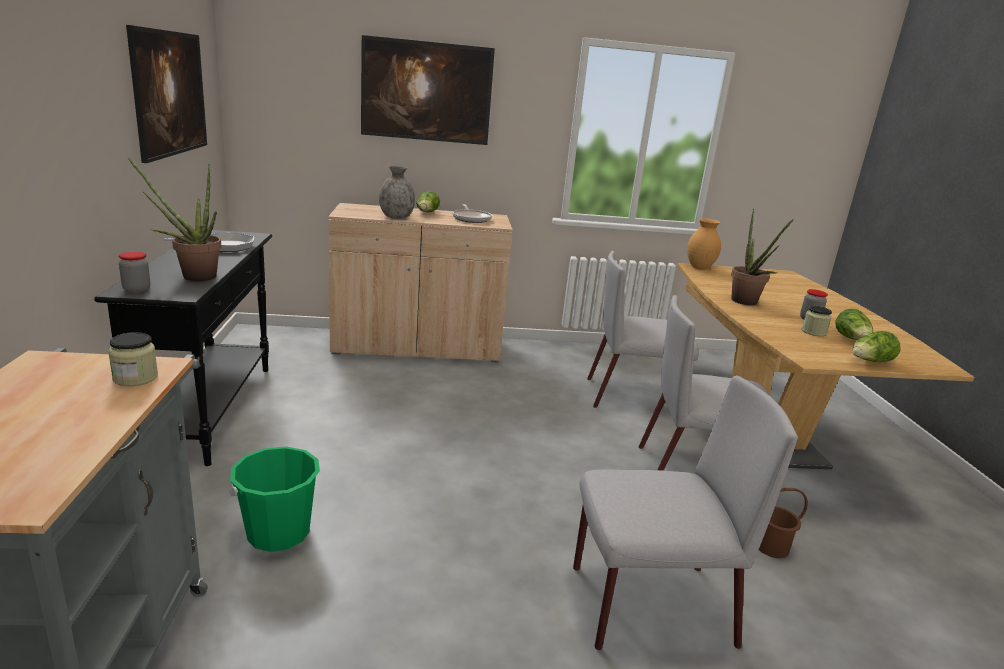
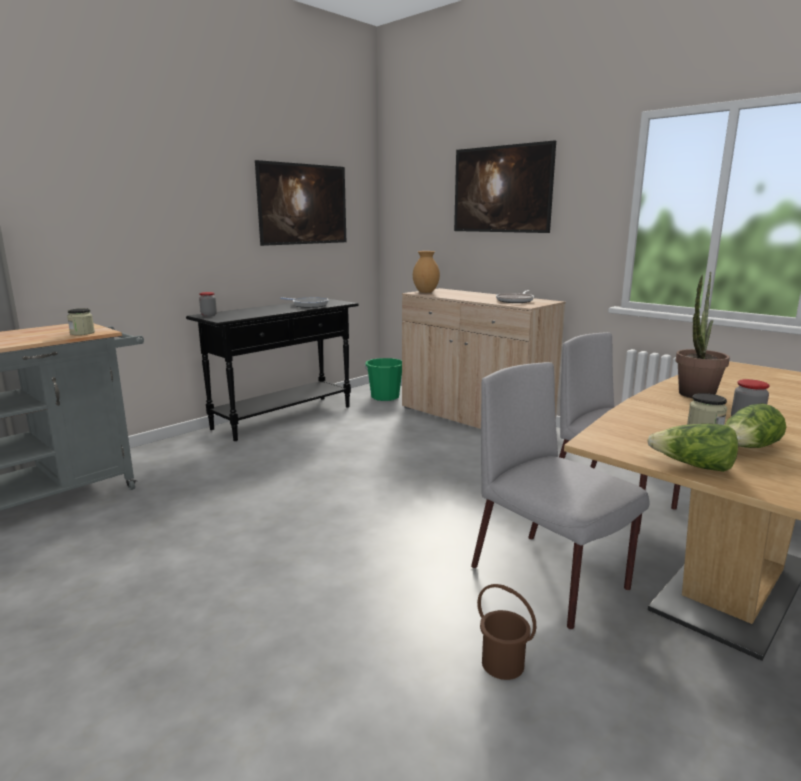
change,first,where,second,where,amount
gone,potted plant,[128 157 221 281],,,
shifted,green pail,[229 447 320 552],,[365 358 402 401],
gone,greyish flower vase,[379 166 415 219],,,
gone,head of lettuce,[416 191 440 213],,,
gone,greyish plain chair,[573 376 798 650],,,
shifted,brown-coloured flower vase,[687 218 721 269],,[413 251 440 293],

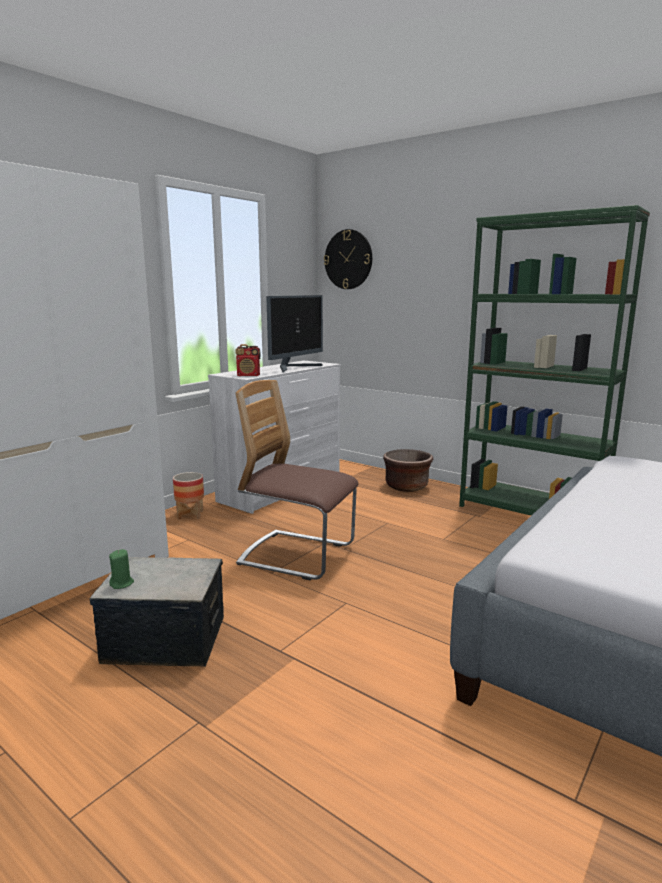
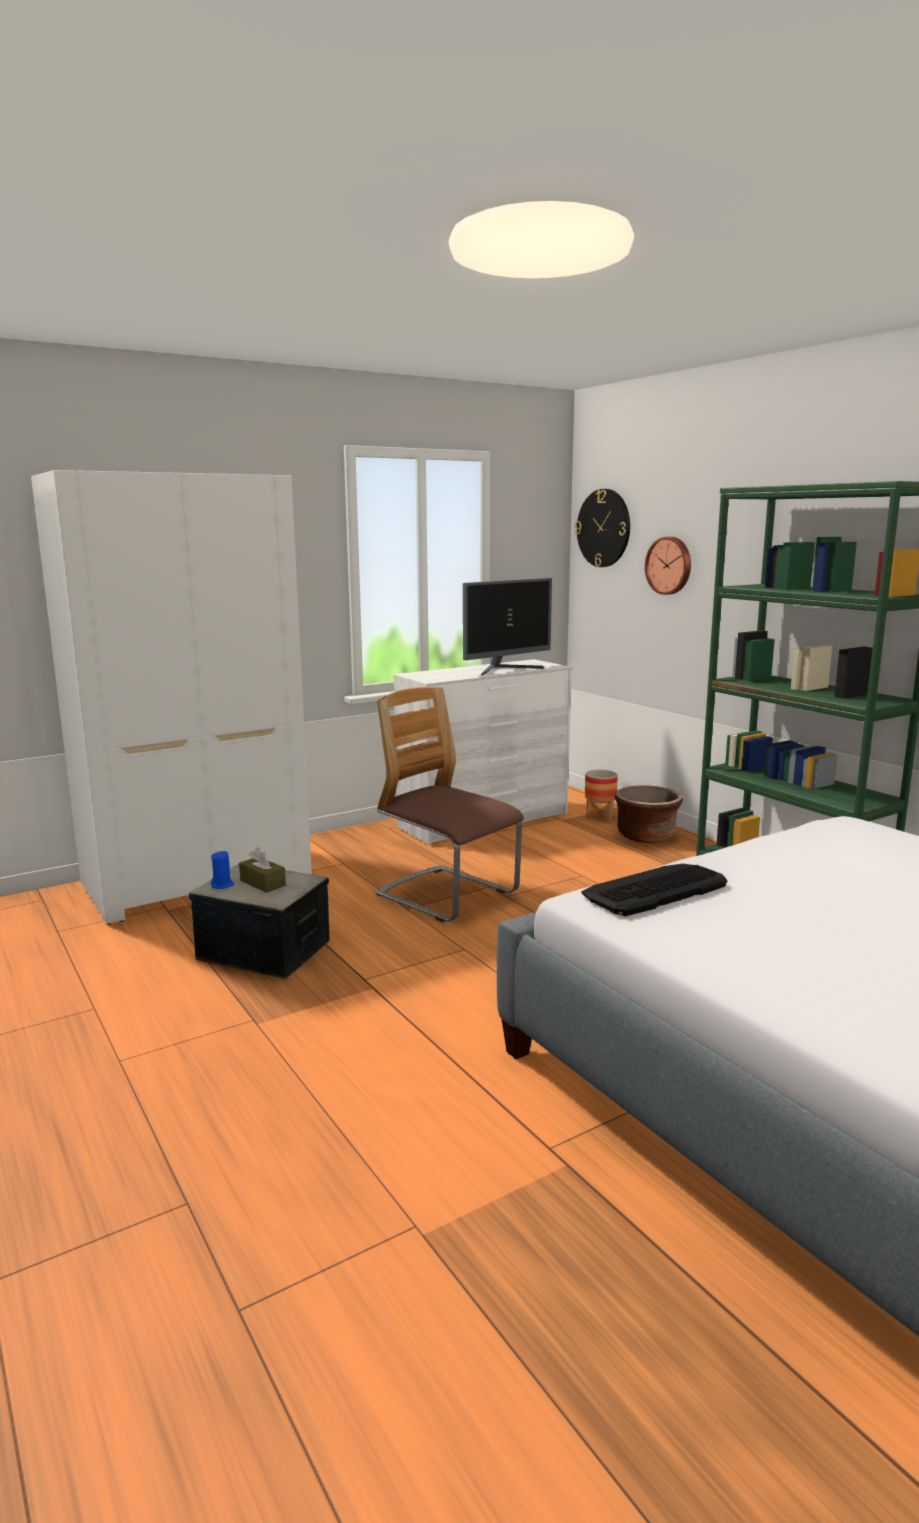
change,first,where,second,where,amount
repainted,green wax light,[109 549 134 589],blue wax light,[211 851 234 889],
shifted,flower pot,[173 472 204 520],,[585 770 618 821],
gone,radio receiver,[235 344 261 376],,,
new,,,brown-coloured tissue box,[239 847 286 893],
new,,,PC keyboard,[581 864 727 916],
new,,,hanging clock,[645 537 691 595],

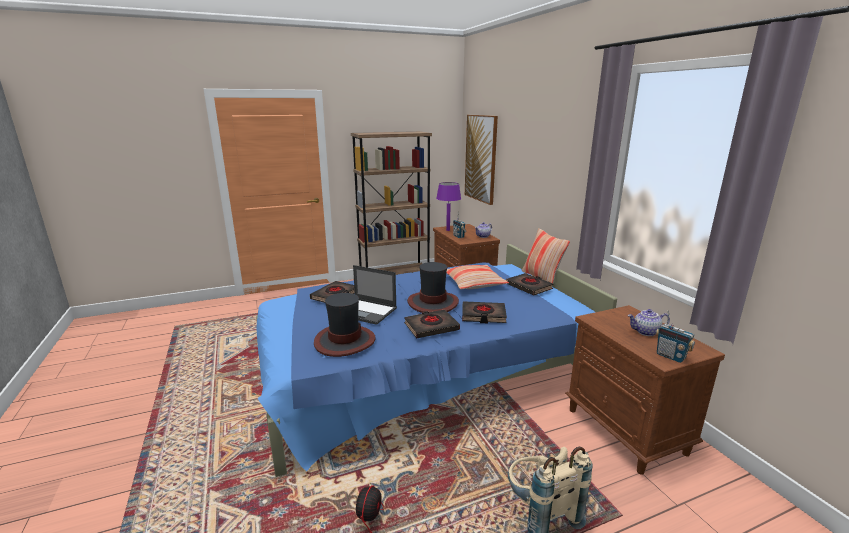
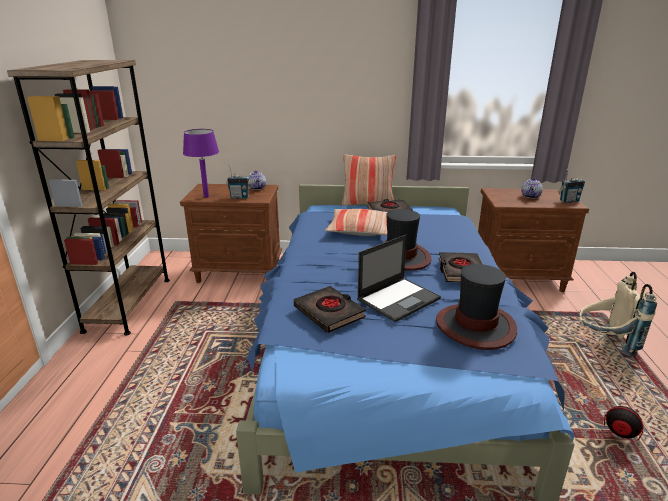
change,first,where,second,where,amount
gone,black-coloured book,[462 301 507 323],,,
gone,wall picture,[465 115 498 205],,,

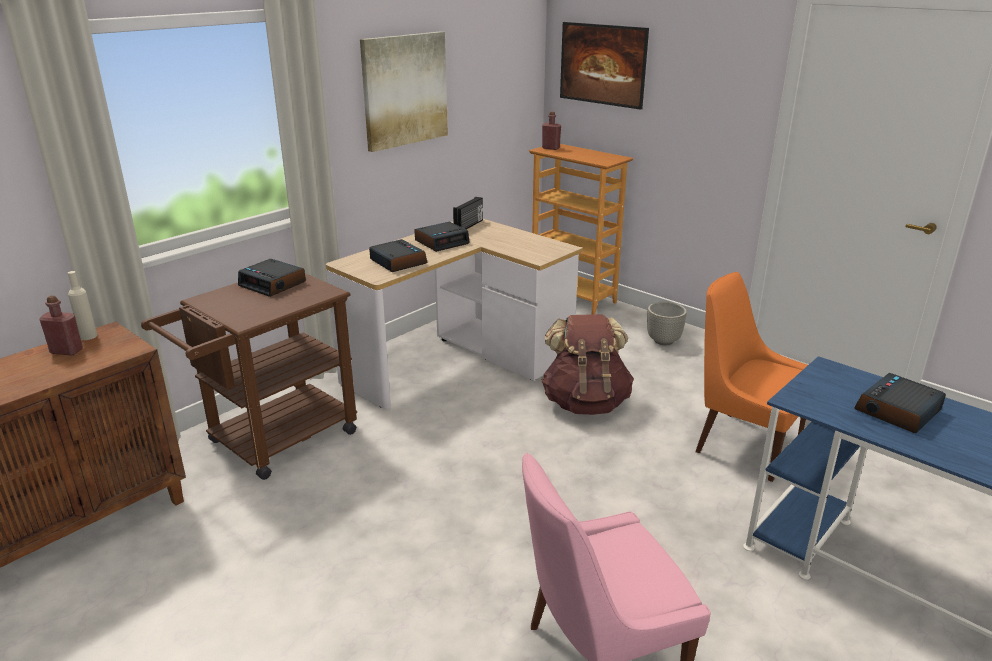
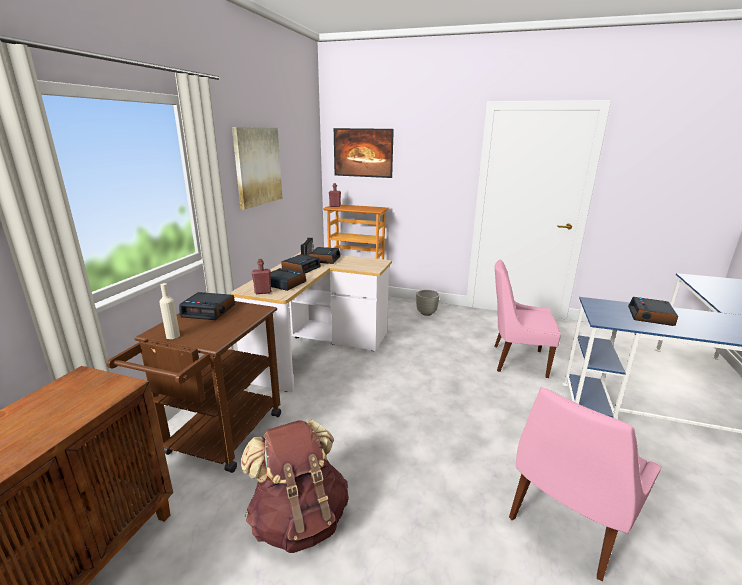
change,first,where,second,where,amount
shifted,red drink bottle,[39 295 83 355],,[252 259 271 294],
shifted,beige-coloured drink bottle,[68 271 97 340],,[159 283 180 339],
shifted,brown-coloured backpack,[541 314 634 415],,[241 420 349 553],
repainted,orange-coloured plain chair,[696 272 808 482],pink-coloured plain chair,[494 259 561 378],
new,,,table clock,[309 247 341 264],

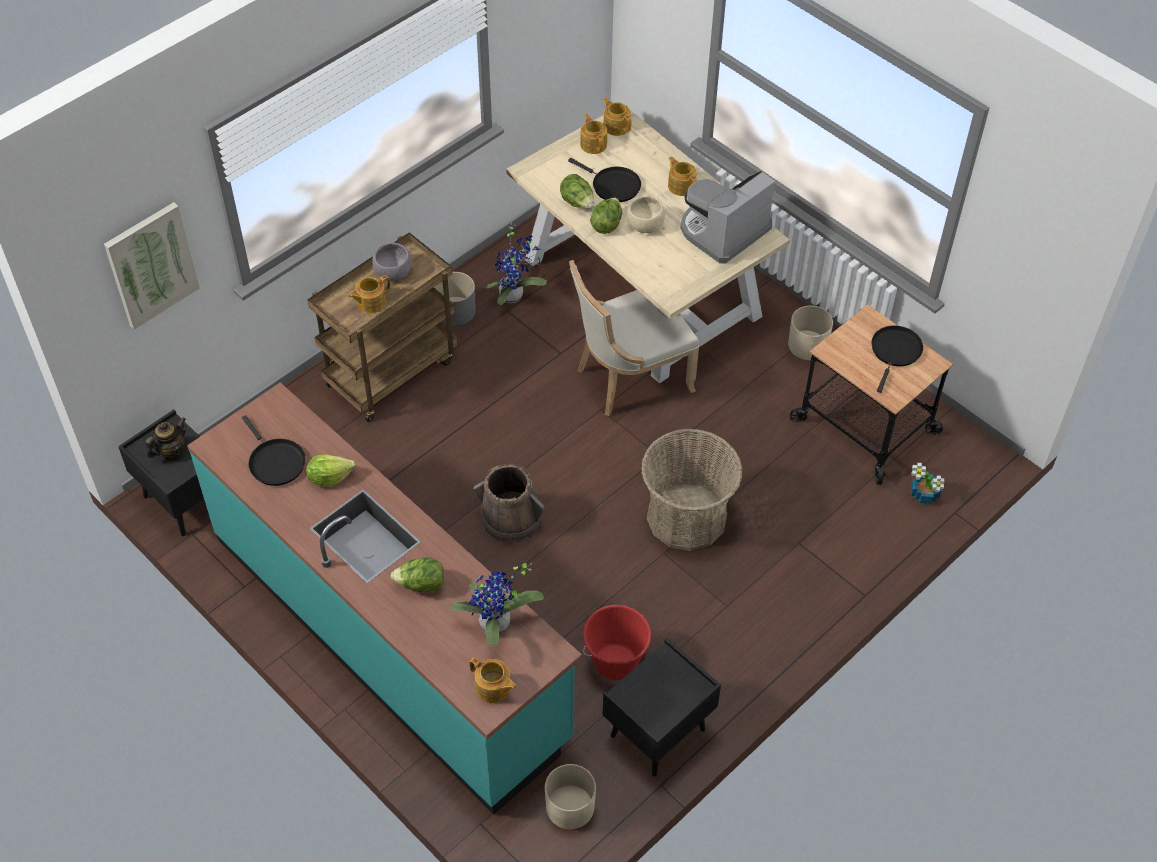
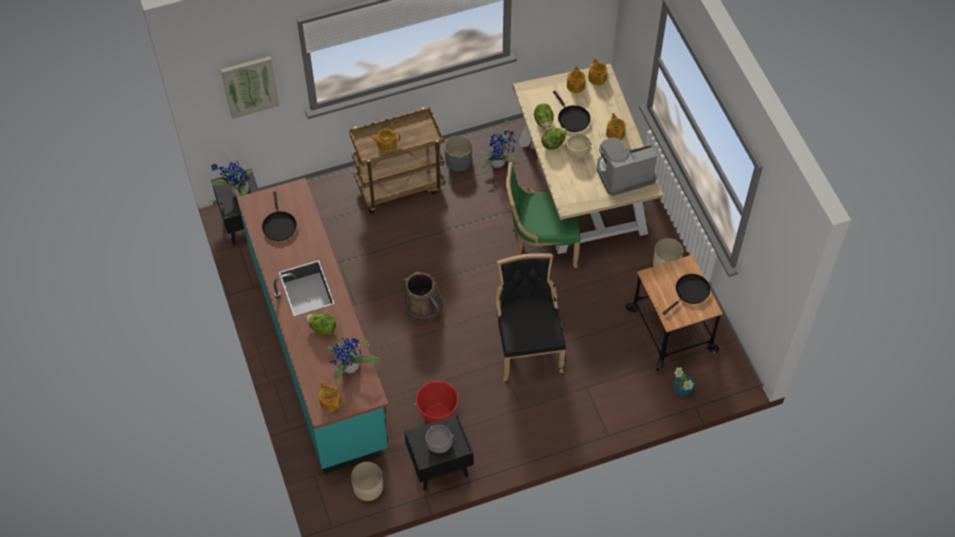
change,first,where,second,where,amount
swapped,pot for tea,[145 418 186 460],potted plant,[211 158 252 197],
gone,head of lettuce,[306 454 356 487],,,
shifted,greyish deep dish,[372 243 412 281],,[425 425 453 453],
repainted,beige-coloured plain chair,[569 260 699 416],green plain chair,[506 162 580 268],
swapped,household basket,[641 429 743 551],black-coloured plain chair,[496 253 566 381],

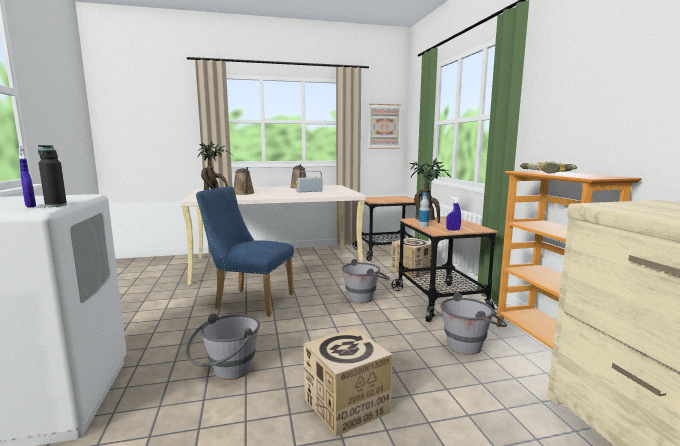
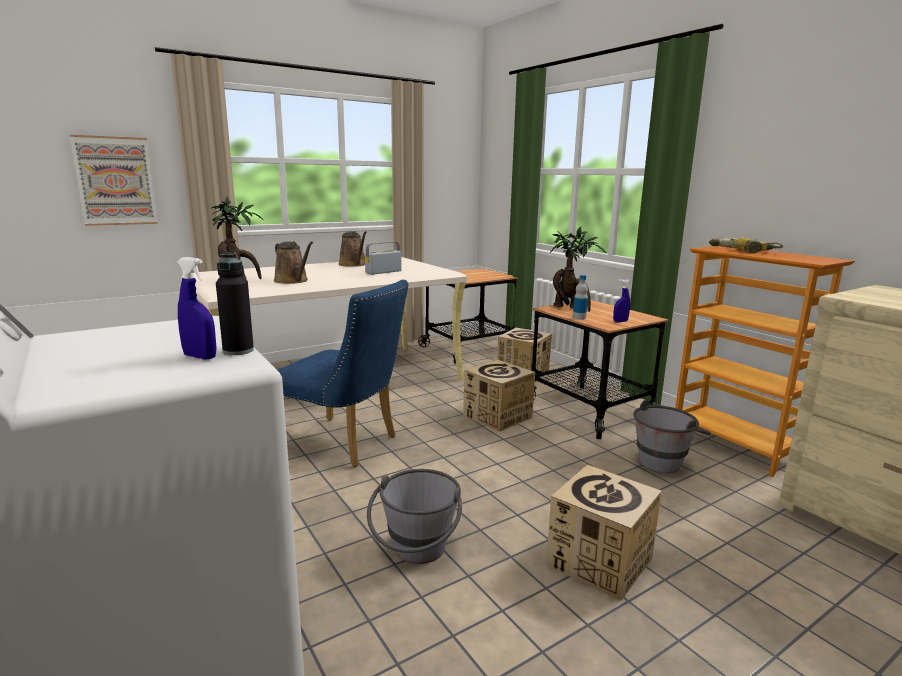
change,first,where,second,where,amount
rotated,blue plain chair,[196 186 294 317],,[278 280 409 467],150 degrees counterclockwise
swapped,greyish pail,[342 259 390 303],cardboard box,[463 360 535 432],
shifted,wall picture,[368 104 401 149],,[70 135 158 226],

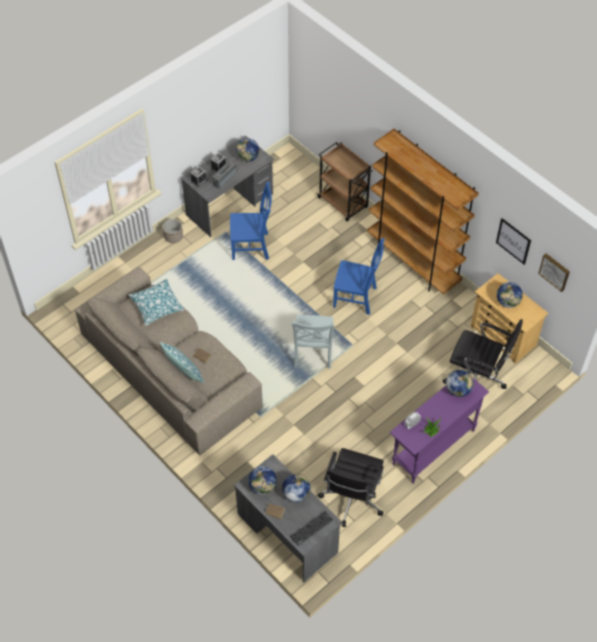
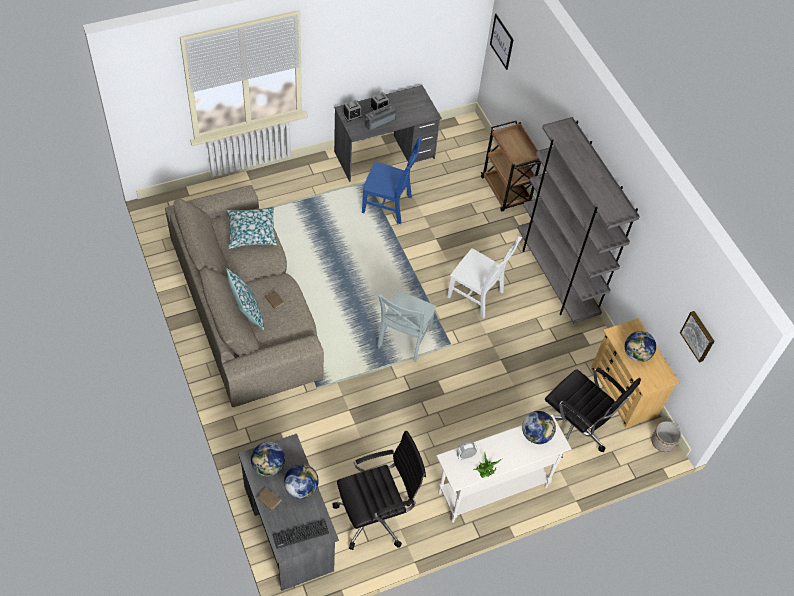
change,first,where,second,where,amount
shifted,flower pot,[163 219 183 243],,[651 421 681 452],
gone,world globe,[236 138 259 162],,,
rotated,black-coloured desk chair,[318 448 384 527],,[333 431 426 550],150 degrees counterclockwise
repainted,blue plain chair,[333 238 385 315],white plain chair,[447 236 522 319],
repainted,brown-coloured shelving unit,[367 129 479 295],greyish shelving unit,[517 117 640 323],
repainted,purple-coloured console table,[389 377 489 484],white console table,[436 414 572 523],
shifted,wall picture,[496 218 531 265],,[490 14 514 70],

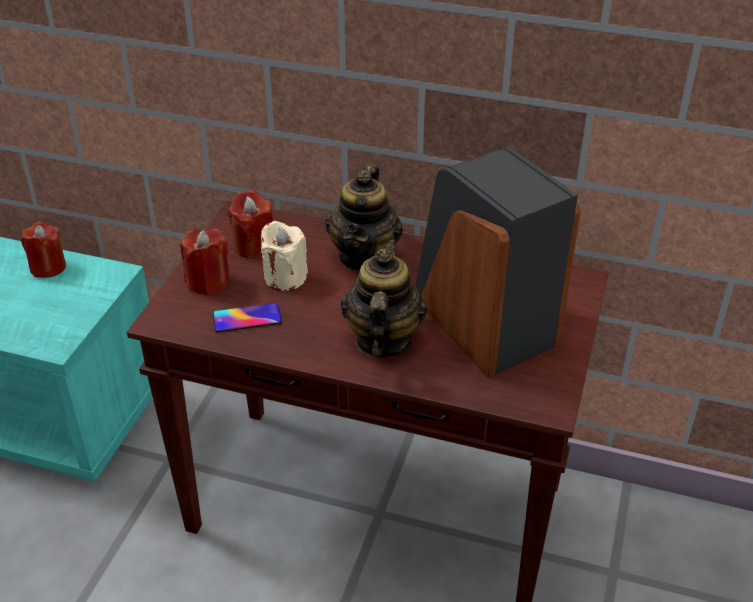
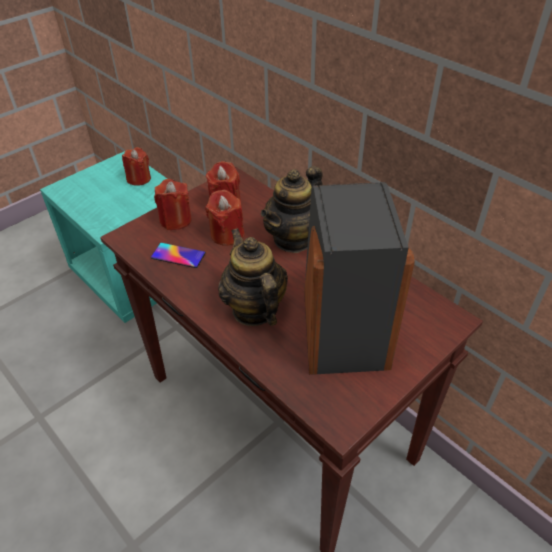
change,first,where,second,where,amount
repainted,beige-coloured wax light,[261 221 308 291],red wax light,[205 190 245 246],
rotated,pot for tea,[341 240 427 358],,[218 228 288 326],60 degrees counterclockwise

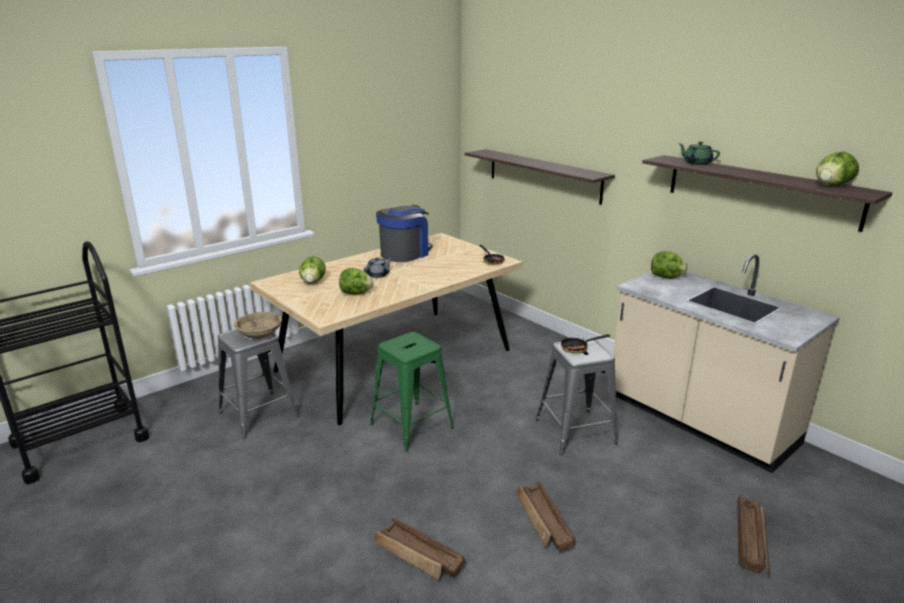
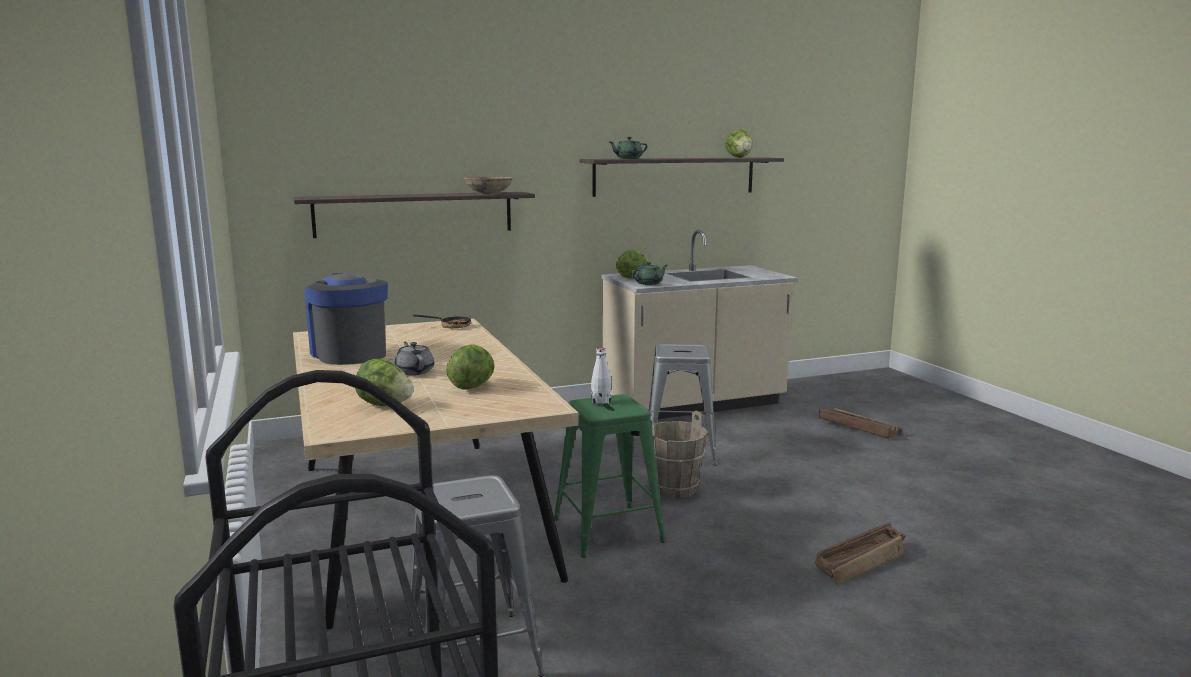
change,first,where,second,where,amount
shifted,beige-coloured deep dish,[234 312 282 339],,[464 177 514 194],
gone,crate,[517 482 575 551],,,
gone,skillet,[561 334 610 354],,,
new,,,white drink bottle,[591 348 611 404],
new,,,green pot for tea,[631 262 667 285],
new,,,brown-coloured pail,[651 411 707 499],

